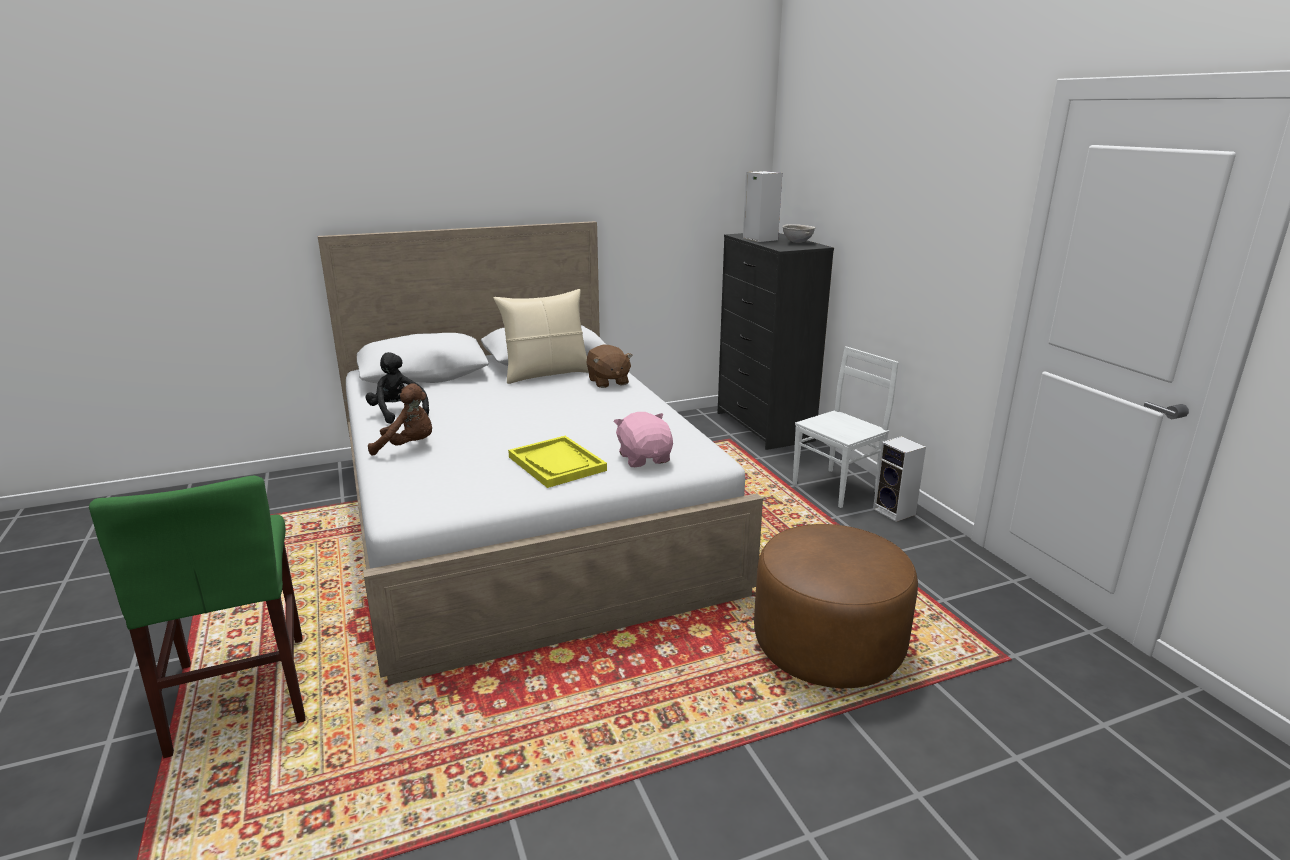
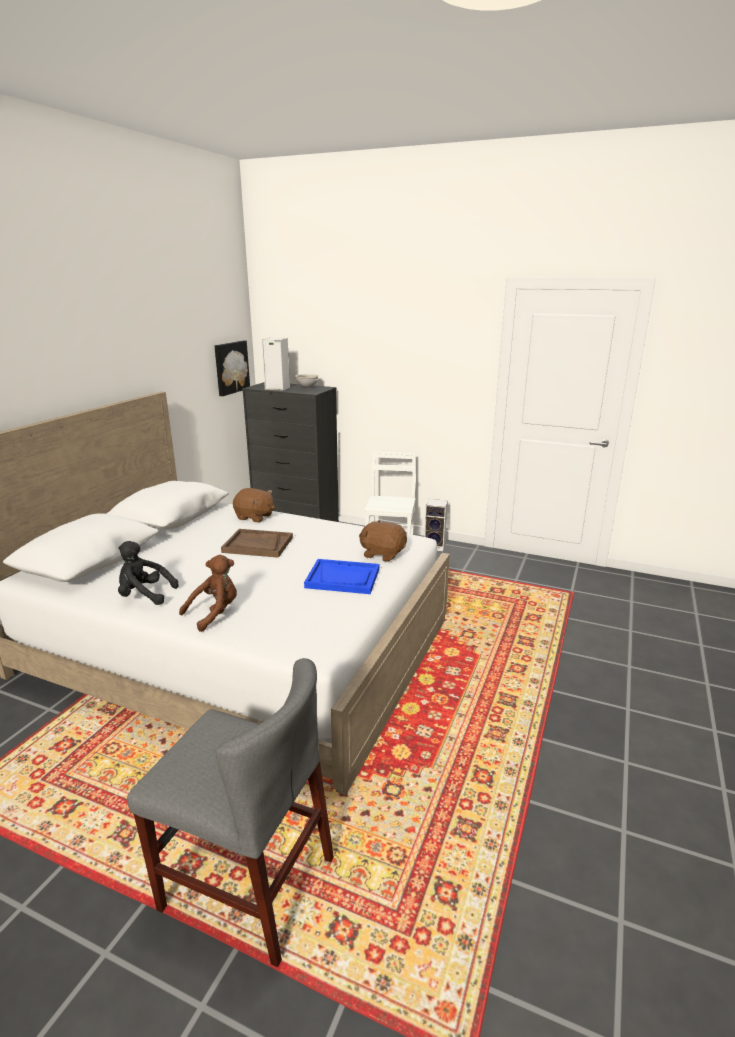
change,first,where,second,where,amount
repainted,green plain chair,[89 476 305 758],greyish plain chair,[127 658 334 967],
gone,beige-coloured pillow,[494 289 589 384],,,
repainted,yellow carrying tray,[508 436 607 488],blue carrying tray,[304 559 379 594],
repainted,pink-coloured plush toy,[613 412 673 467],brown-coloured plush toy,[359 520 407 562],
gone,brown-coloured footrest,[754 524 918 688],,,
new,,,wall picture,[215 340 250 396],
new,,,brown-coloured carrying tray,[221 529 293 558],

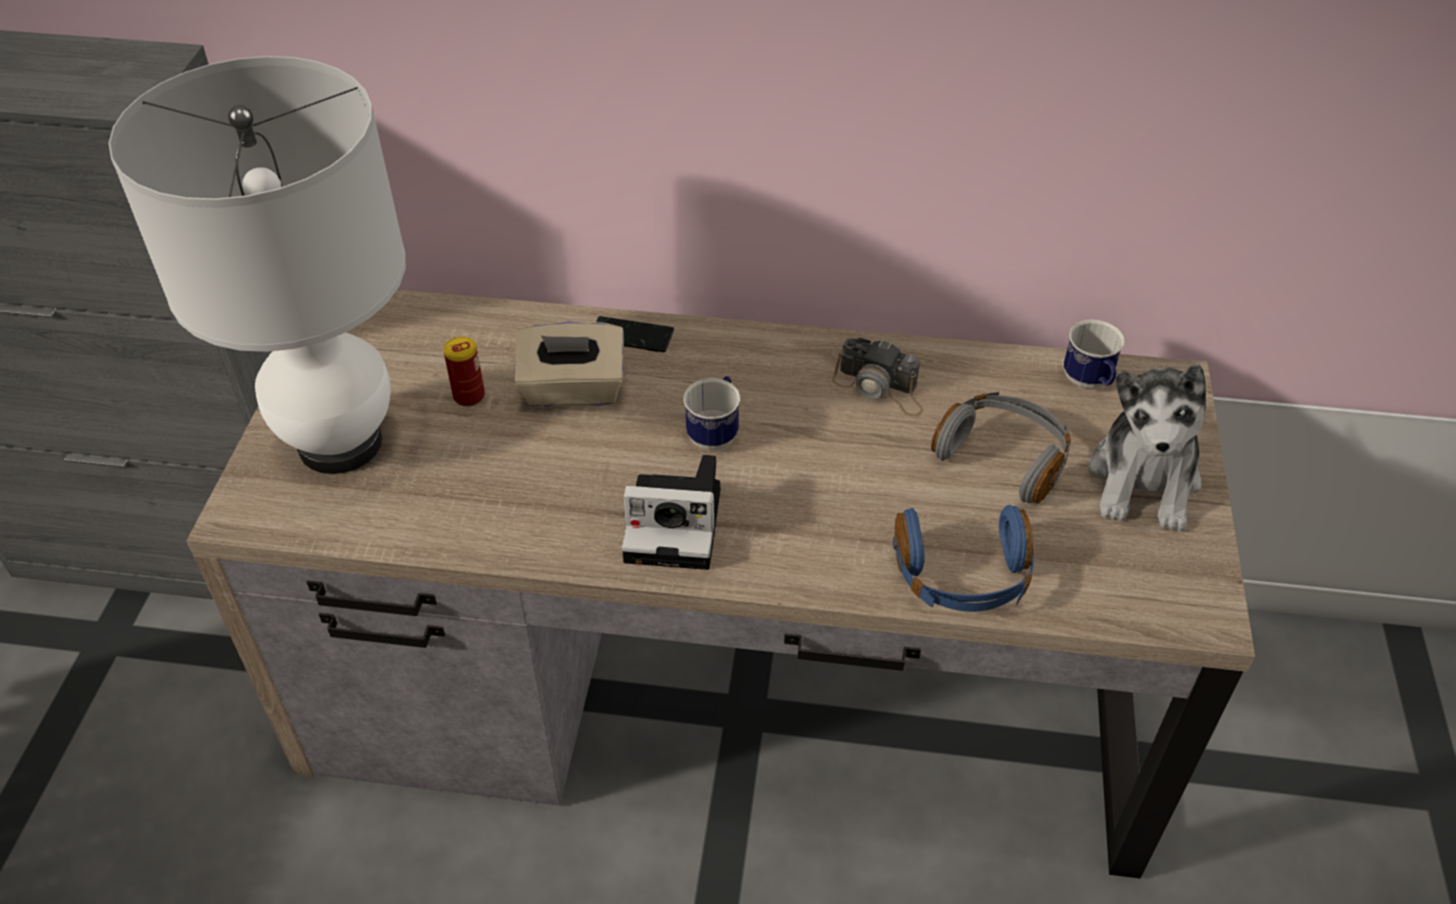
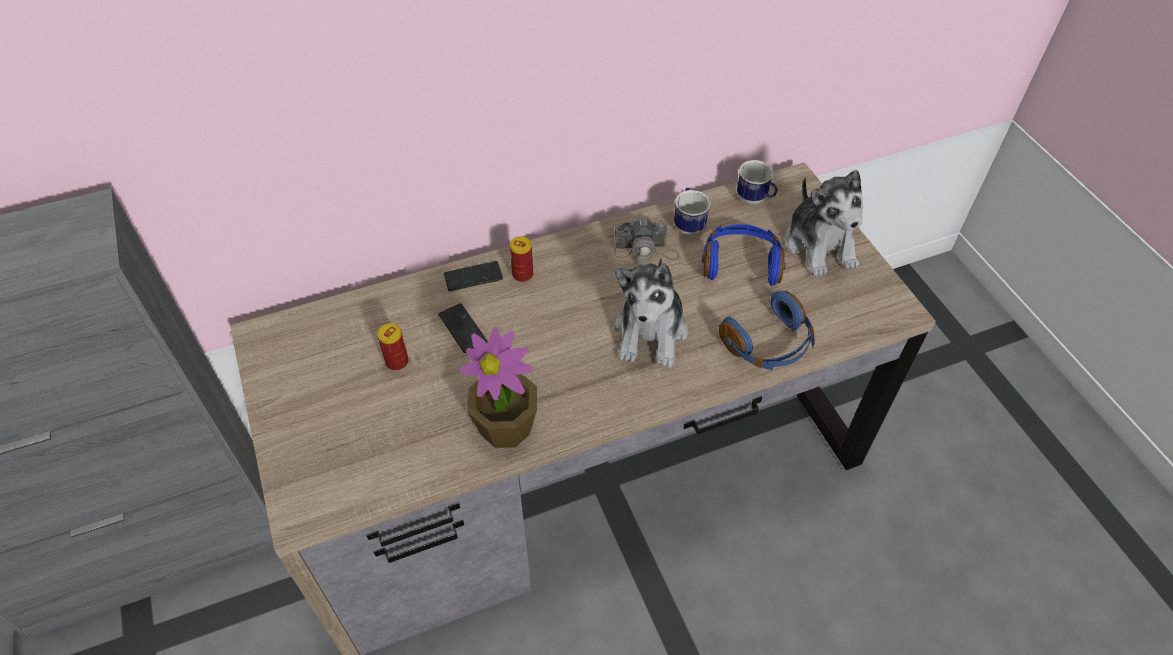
change,first,where,second,where,amount
gone,white tabletop lamp,[109 56 406 474],,,
swapped,beige-coloured tissue box,[514 321 624 408],handset,[438 303 488 353],
gone,photo camera,[622 455 720 570],,,
shifted,mug,[683 376 740 450],,[674 188 710 235],
repainted,greyish headset,[931 392 1071 504],blue headset,[702 224 786 286],
new,,,potted plant,[459 327 537 448],
new,,,metal can,[510 236 533 282],
new,,,plush toy,[614 257 688 368],

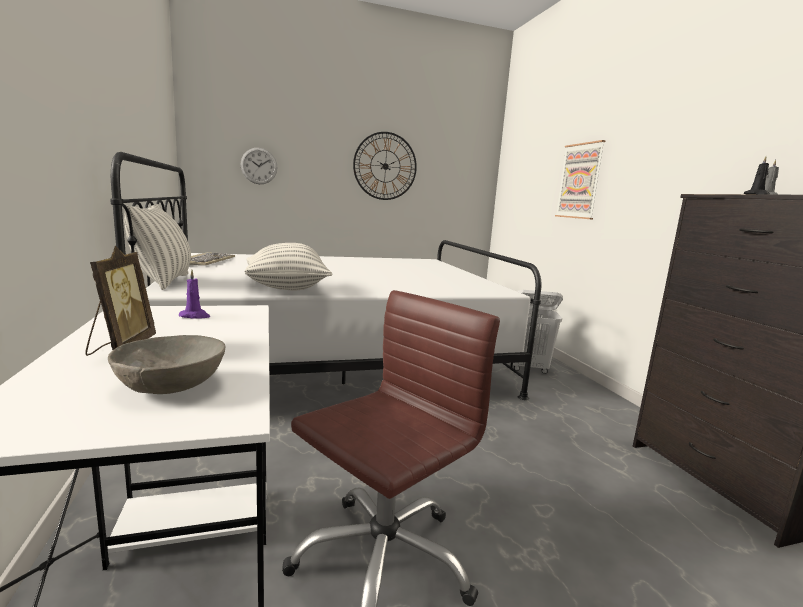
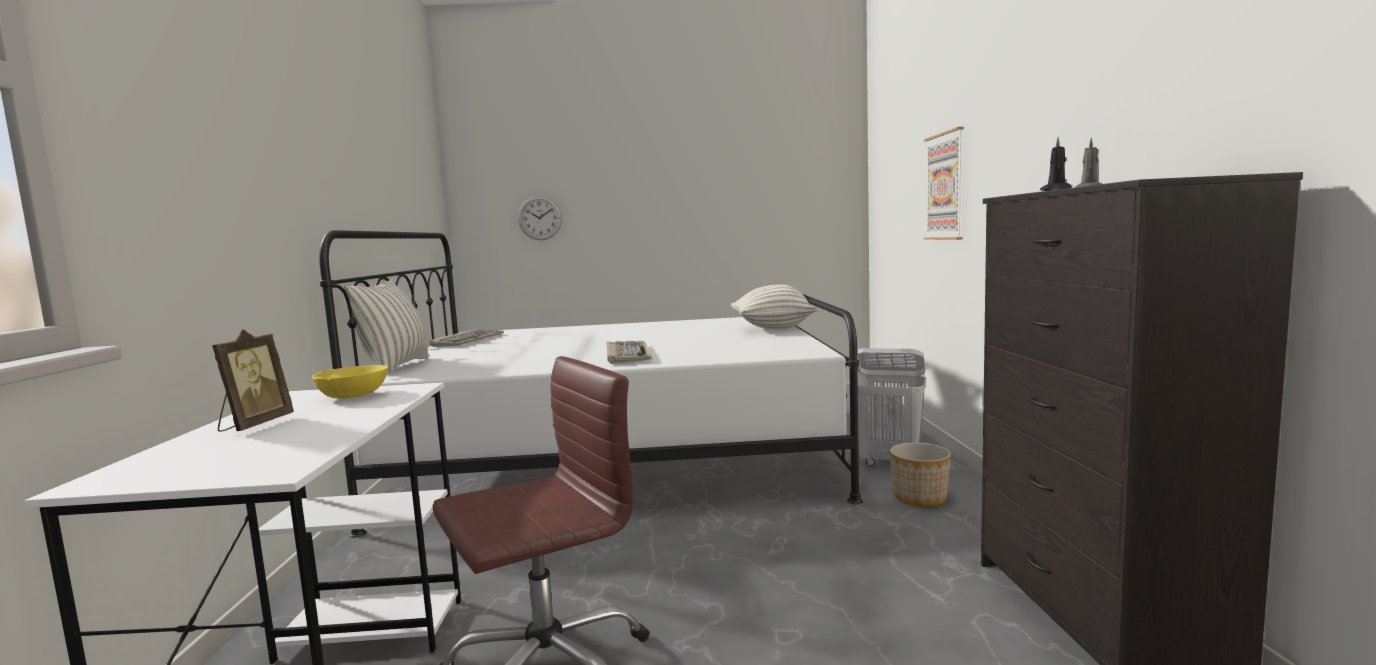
change,first,where,second,where,amount
gone,greyish deep dish,[108 335 225 394],,,
swapped,purple-coloured wax light,[179 270 210 319],yellow deep dish,[312 365 388 398],
shifted,pillow,[244 243 332 290],,[731 284 819 329],
gone,hanging clock,[353 132 417 200],,,
new,,,PC keyboard,[606 340 652 364],
new,,,flower pot,[890 442 951 507],

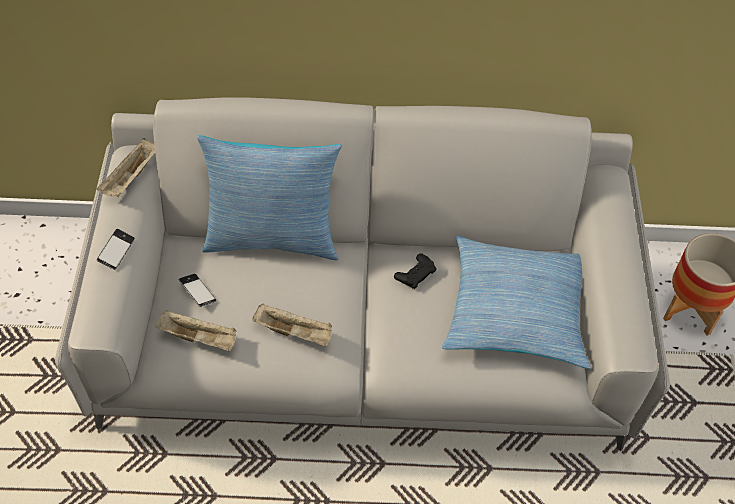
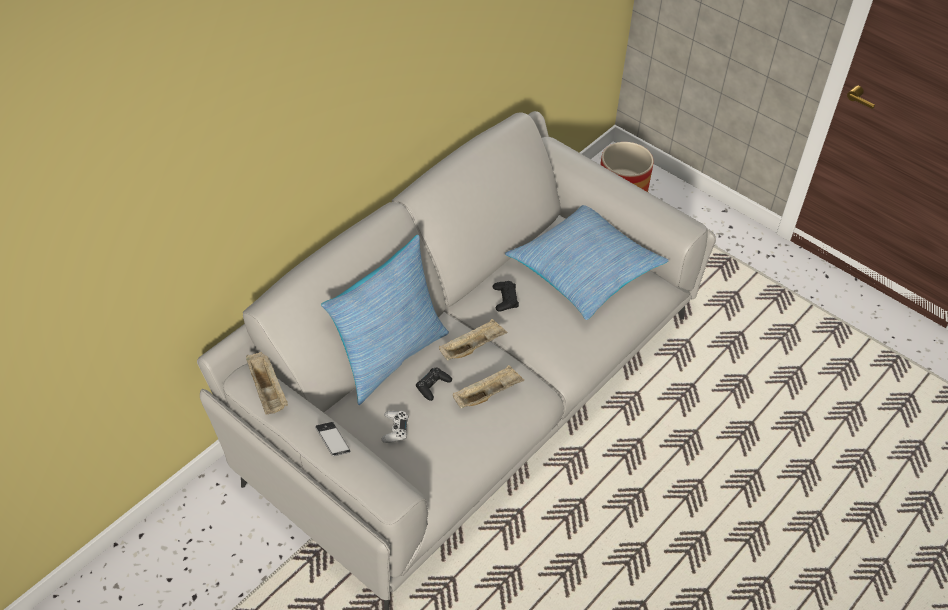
change,first,where,second,where,amount
shifted,beige-coloured carrying tray,[155 310 237 351],,[439 319 508 361],
swapped,handset,[179 274 216 307],white game controller,[381 411 408 443],
new,,,black-coloured game controller,[416 367 452 401],

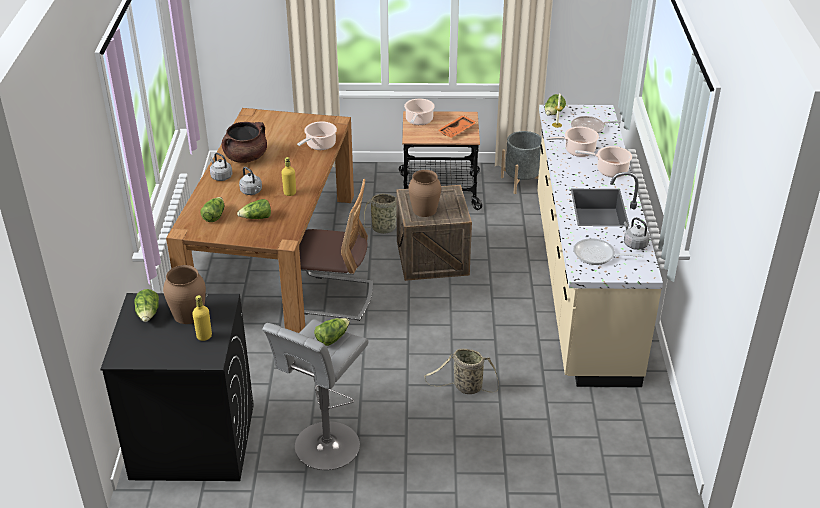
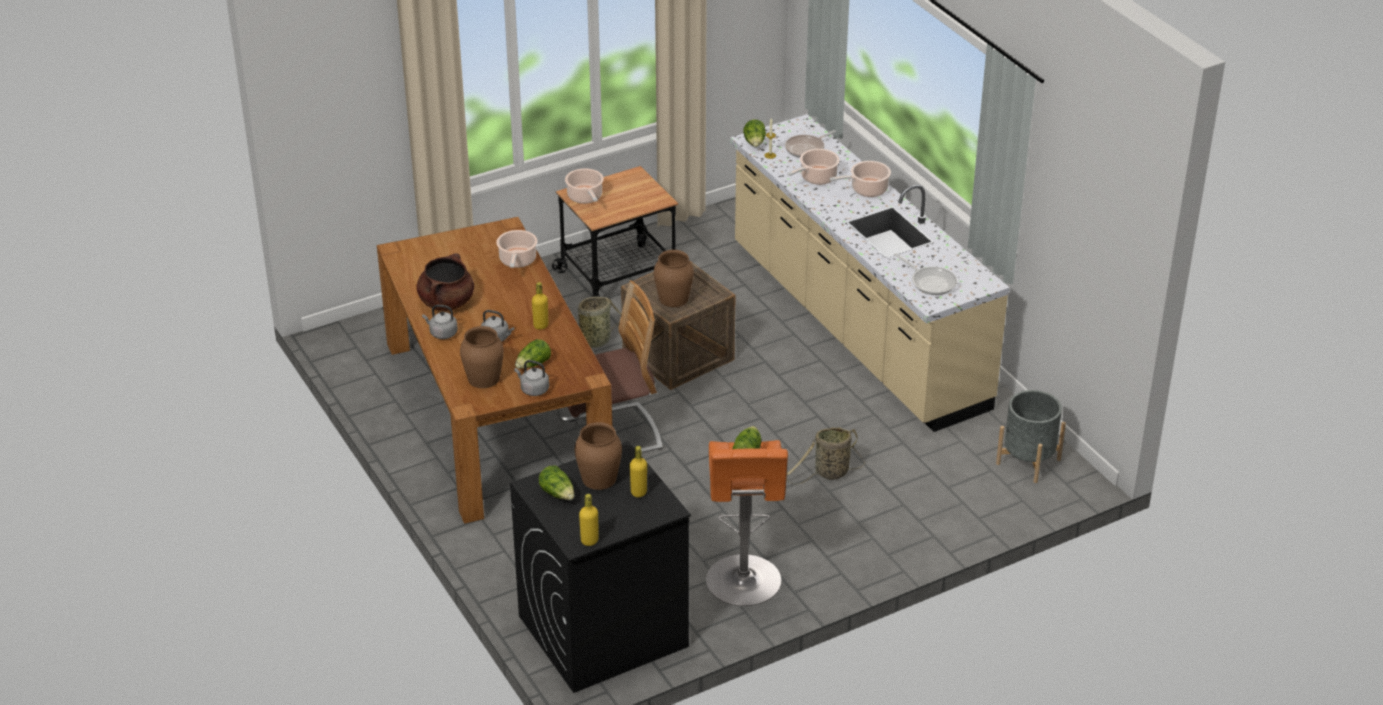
change,first,where,second,where,amount
swapped,head of lettuce,[200 197 224 222],brown-coloured flower vase,[460 326 504 388],
repainted,greyish sitting stool,[262 319 369 470],orange-coloured sitting stool,[706 440 788 606],
gone,orange-coloured carrying tray,[438 115 477 138],,,
shifted,greyish flower pot,[501 131 542 194],,[996 390 1066 483],
rotated,skillet,[573 238 644 265],,[894 253 957 295],120 degrees counterclockwise
shifted,greyish kettle,[624 218 650 250],,[514 360 549 396],
new,,,yellow drink bottle,[579 494 599 546],

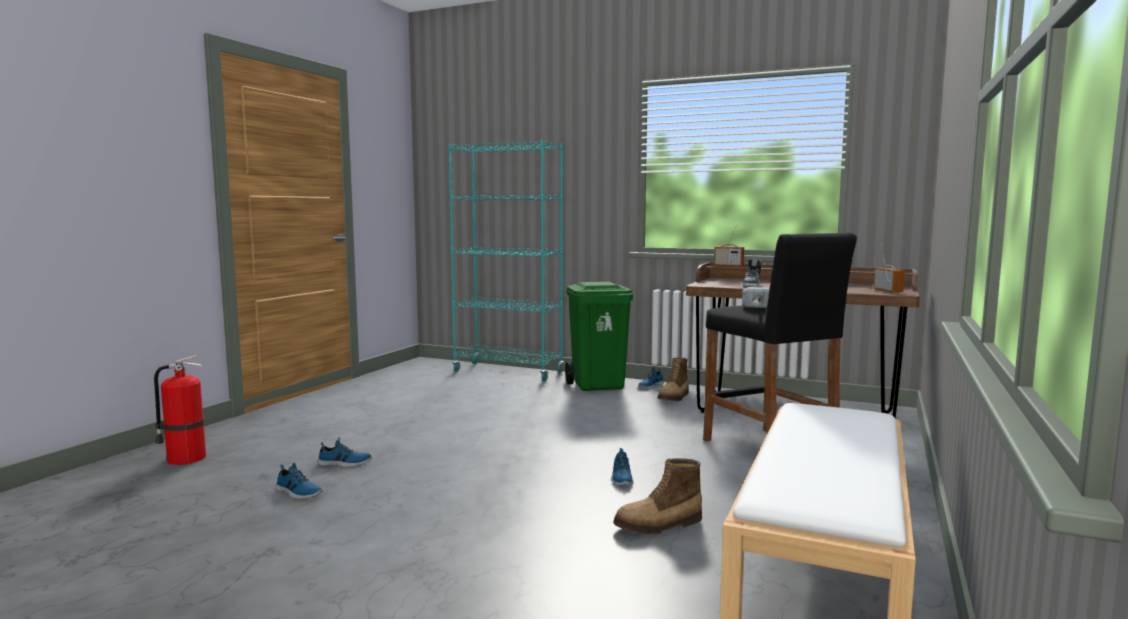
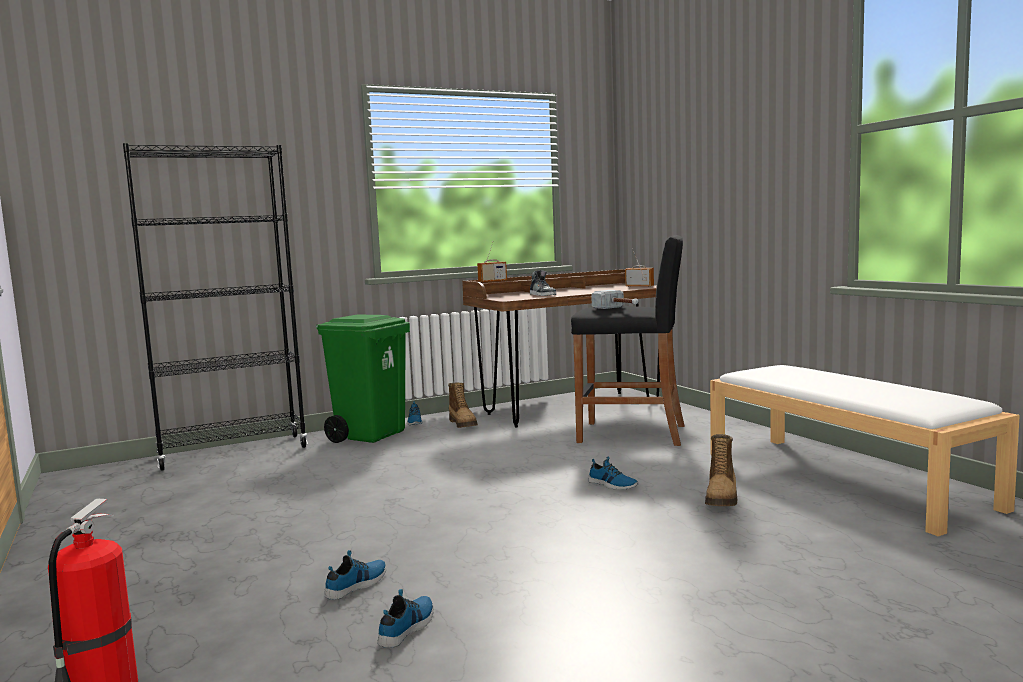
change,first,where,second,where,amount
rotated,item of footwear,[276 463 323 499],,[378 589 434 648],45 degrees counterclockwise
repainted,blue-green shelving unit,[448 140 564 381],black-coloured shelving unit,[123 143 308 471],

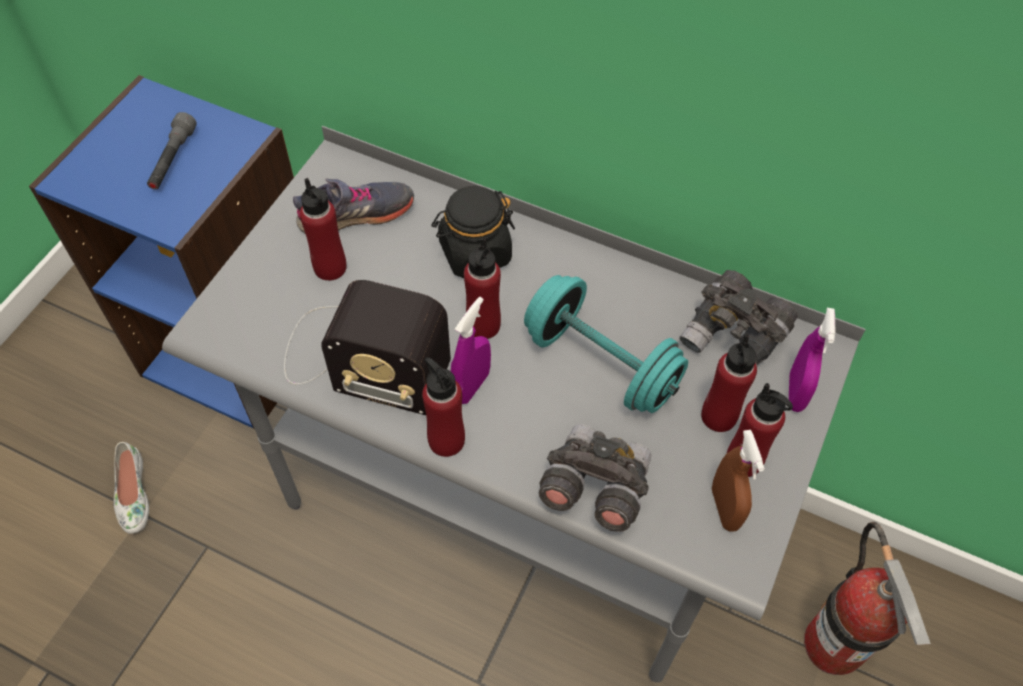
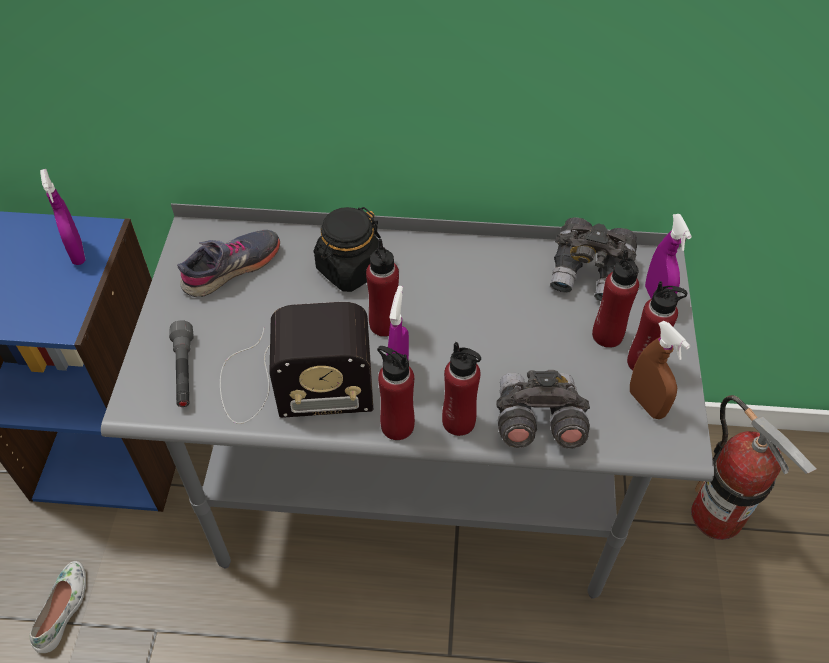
change,first,where,second,where,amount
rotated,white item of footwear,[113 442 149 534],,[30 561 86 653],135 degrees counterclockwise
shifted,greyish torch,[147 112 197 189],,[169 320 194 407],
shifted,red drink bottle,[300 178 347 281],,[442 342 481 436],
gone,blue-green free weight,[524 275 688 413],,,
new,,,purple-coloured hand sprayer,[40 169 85 265],

